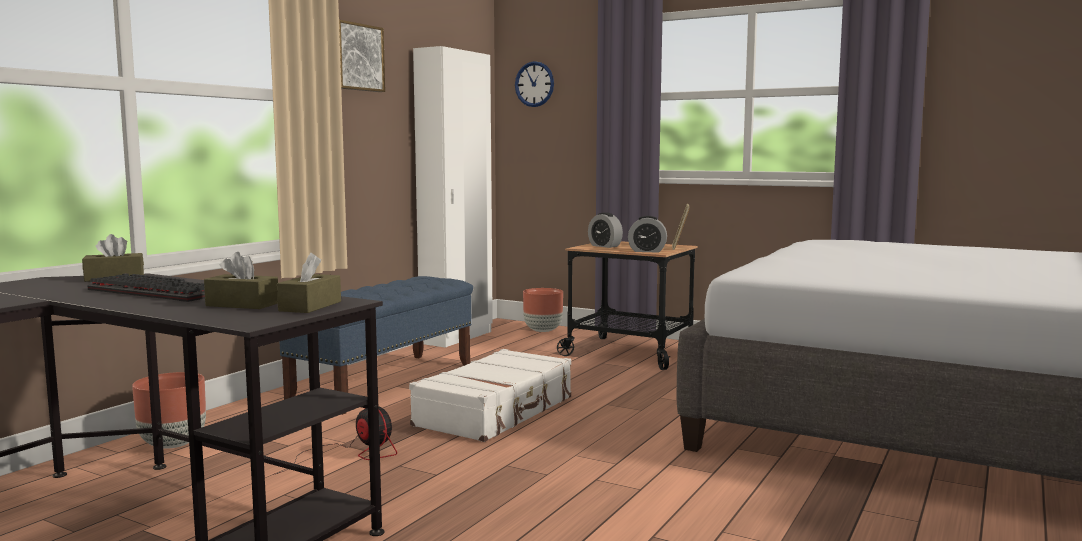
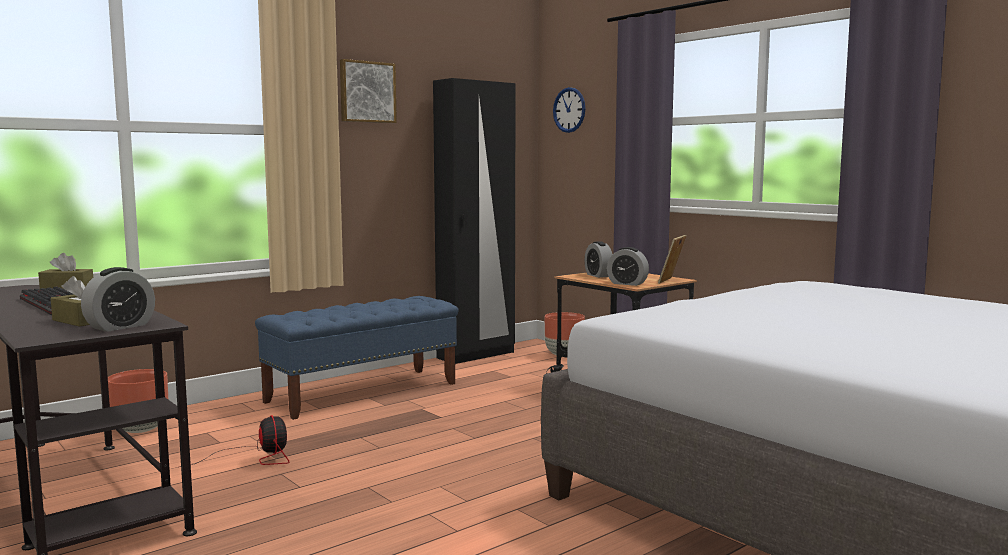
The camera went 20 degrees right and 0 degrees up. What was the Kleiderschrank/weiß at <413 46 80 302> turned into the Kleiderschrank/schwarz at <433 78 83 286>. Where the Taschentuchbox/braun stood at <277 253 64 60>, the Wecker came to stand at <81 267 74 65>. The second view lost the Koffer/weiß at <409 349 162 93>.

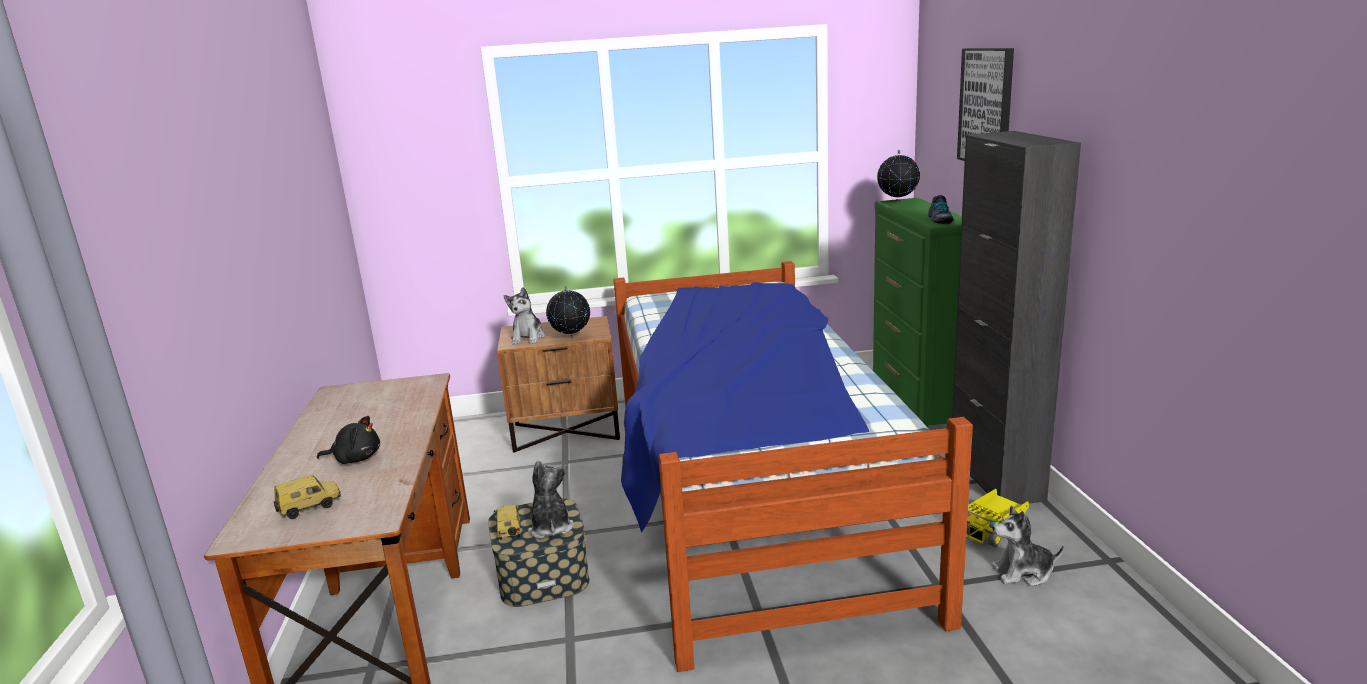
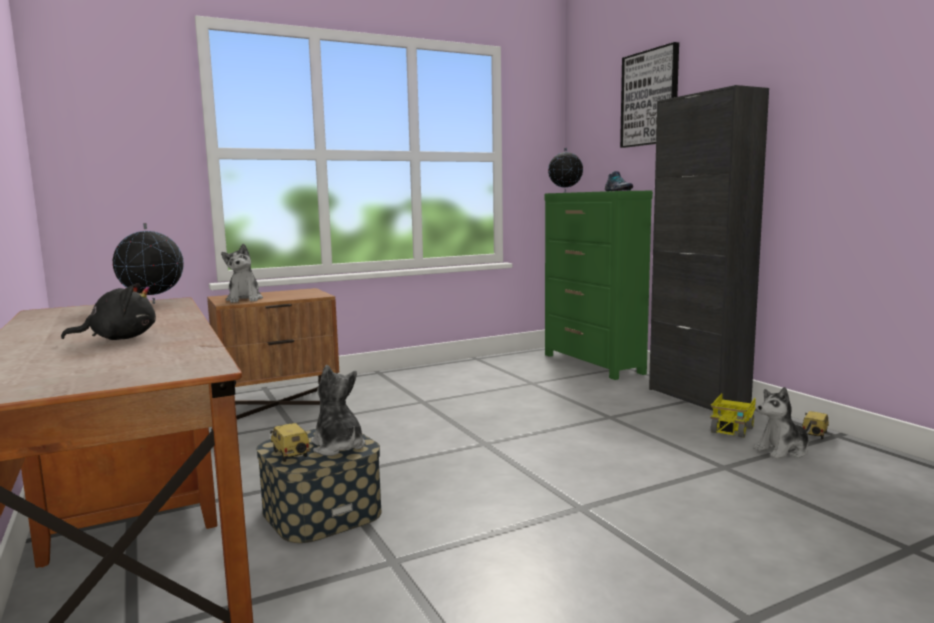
The camera went 20 degrees left and 10 degrees down. The second view lost the Bett at <613 261 360 411>. The Globus ended up elsewhere, having gone from <546 286 44 53> to <112 223 72 81>. The Spielzeugauto ended up elsewhere, having gone from <274 474 67 45> to <802 411 27 29>.

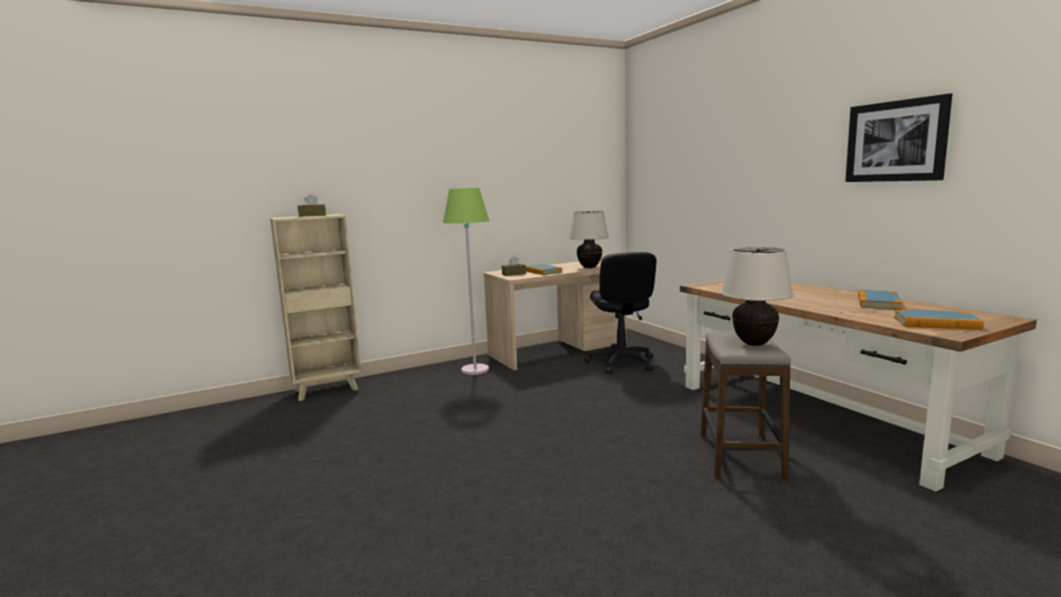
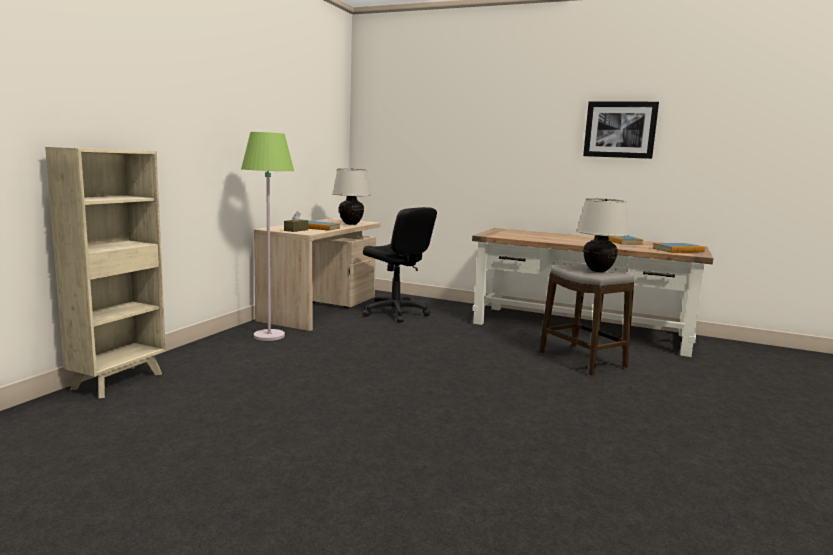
The camera went 40 degrees left and 0 degrees up. The second view lost the Taschentuchbox/braun at <298 194 28 23>.

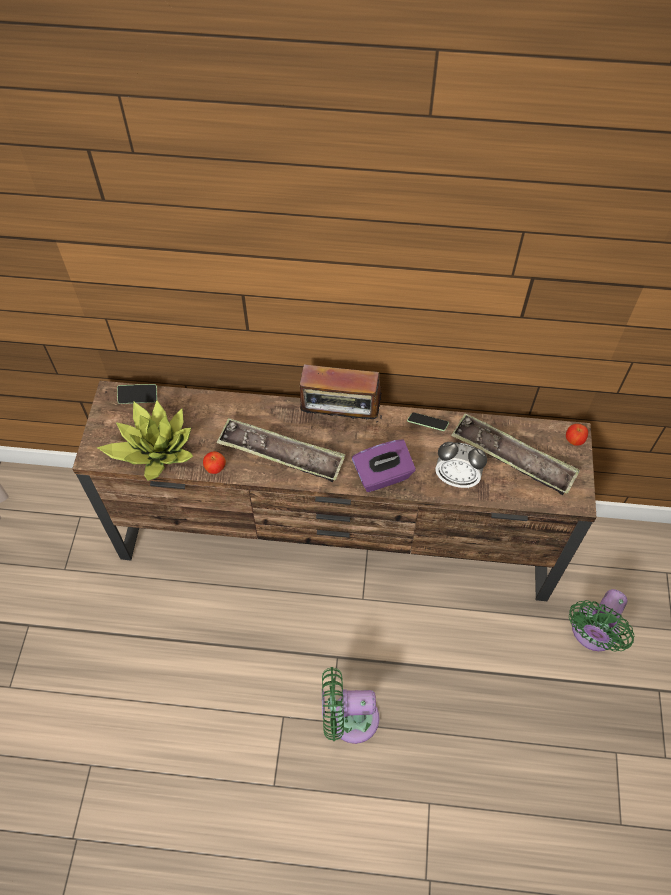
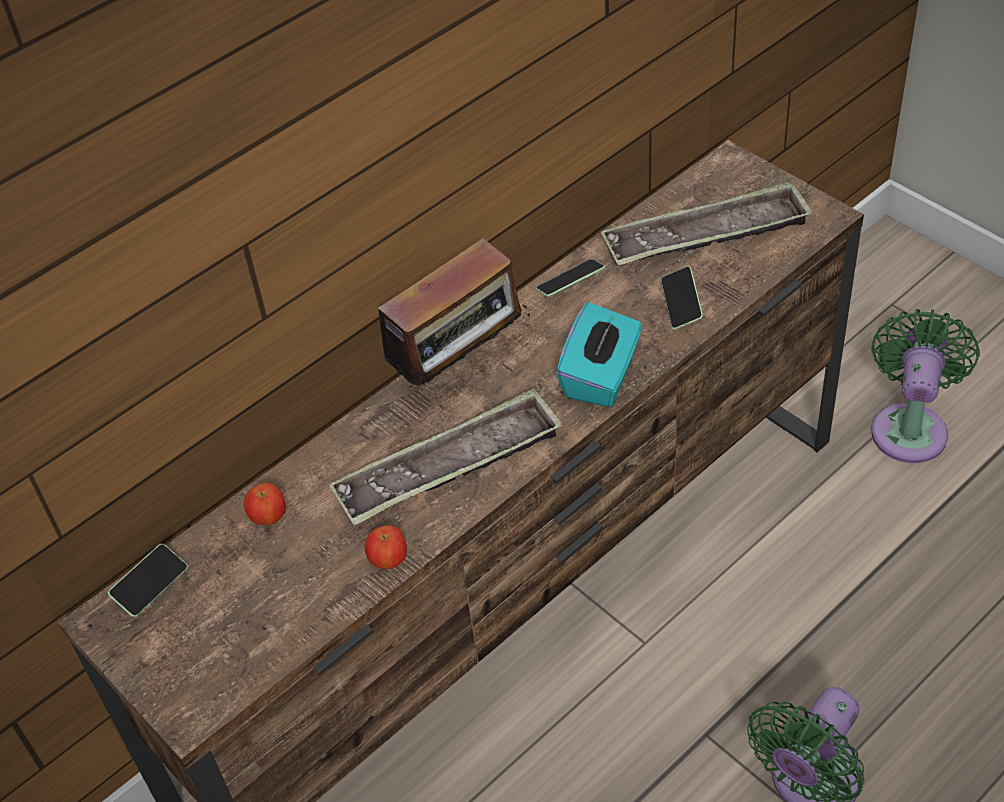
The camera went 45 degrees left and 10 degrees down. The second view lost the Topfpflanze at <96 400 97 81>. The Apfel ended up elsewhere, having gone from <566 424 22 22> to <244 483 42 42>. What was the Taschentuchbox/lila at <352 439 64 53> turned into the Taschentuchbox/türkis at <556 302 86 105>. Where the Wecker stood at <436 442 51 46>, the Handy came to stand at <661 266 42 64>. The Ventilator/grün at <569 589 65 62> ended up facing another way, 150 degrees counterclockwise from before.

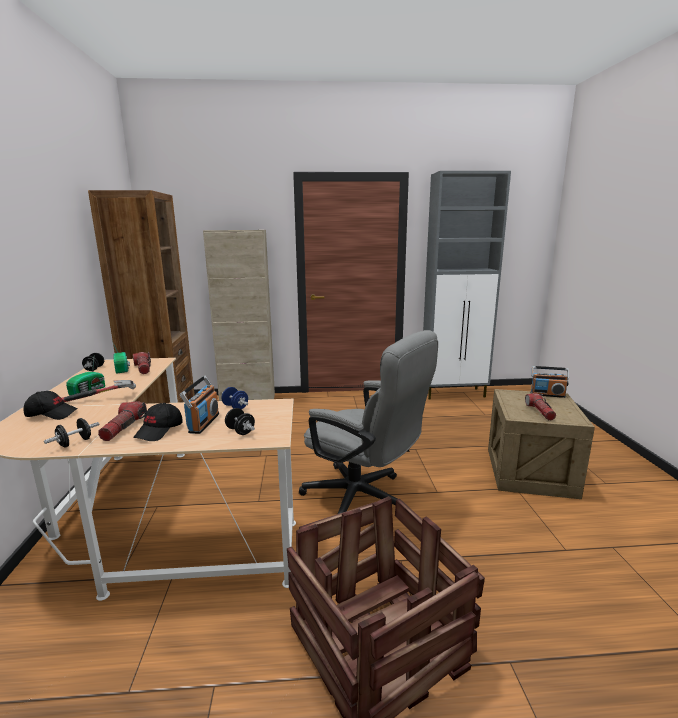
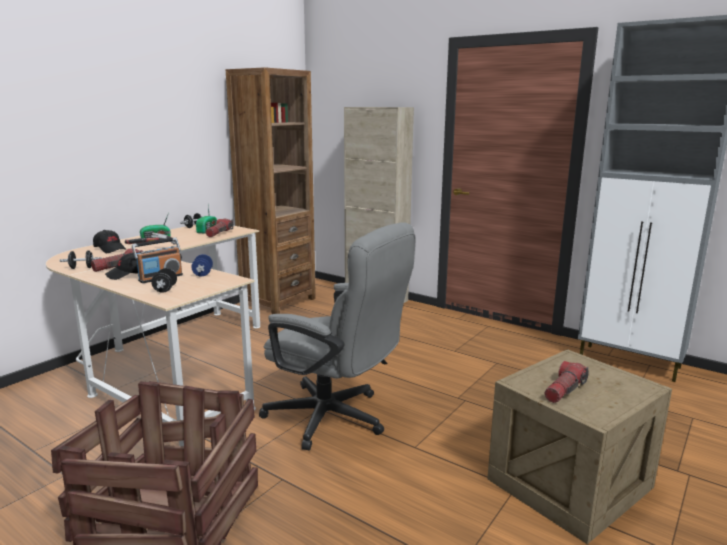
The camera went 40 degrees right and 0 degrees up. The Bürostuhl/grau at <299 330 139 184> ended up facing another way, 45 degrees counterclockwise from before. The second view lost the Radio at <530 366 39 32>.

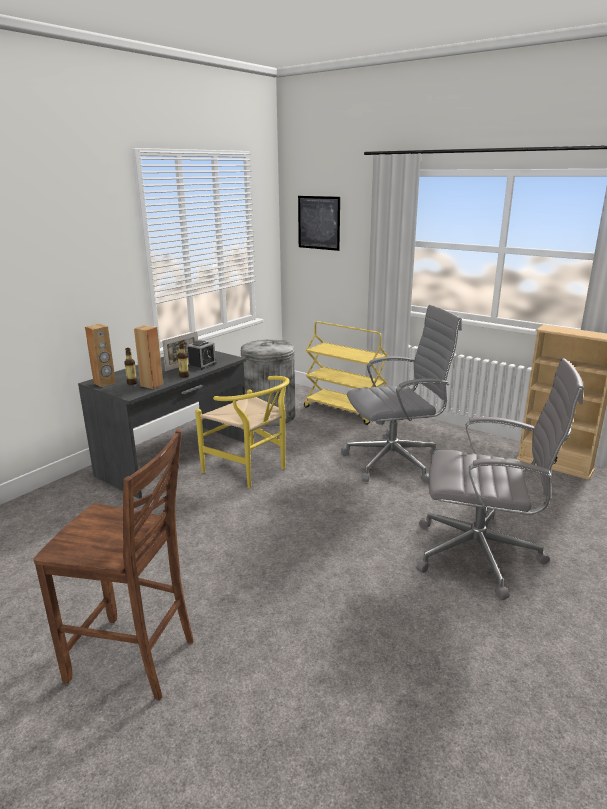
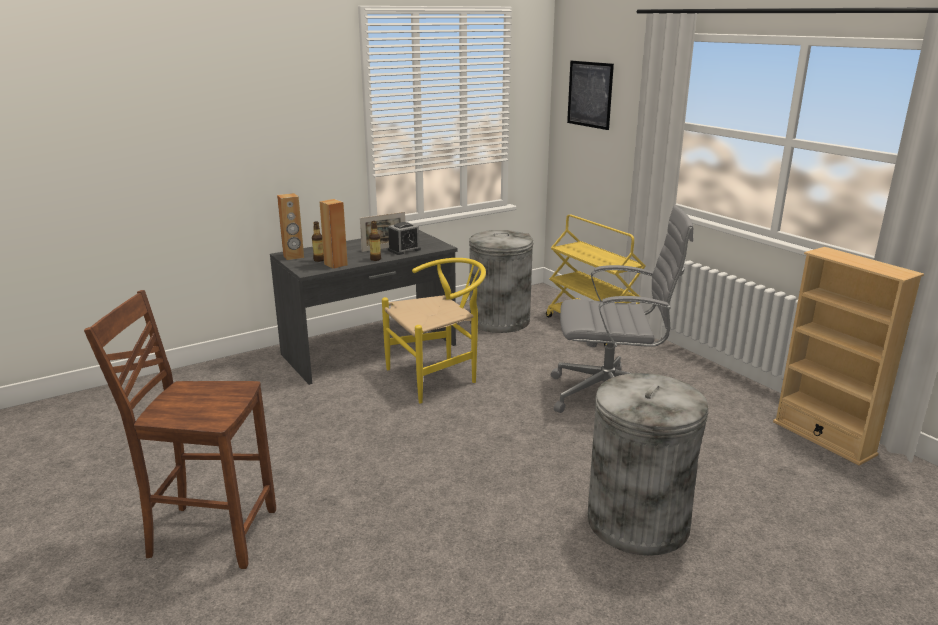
The camera went 20 degrees right and 0 degrees up. Where the Bürostuhl/grau stood at <416 358 168 242>, the Mülleimer/grau came to stand at <588 373 120 183>. The Stuhl/gelb at <195 376 95 112> ended up facing another way, 90 degrees counterclockwise from before. The Stuhl/braun at <33 429 161 272> ended up facing another way, 150 degrees clockwise from before.

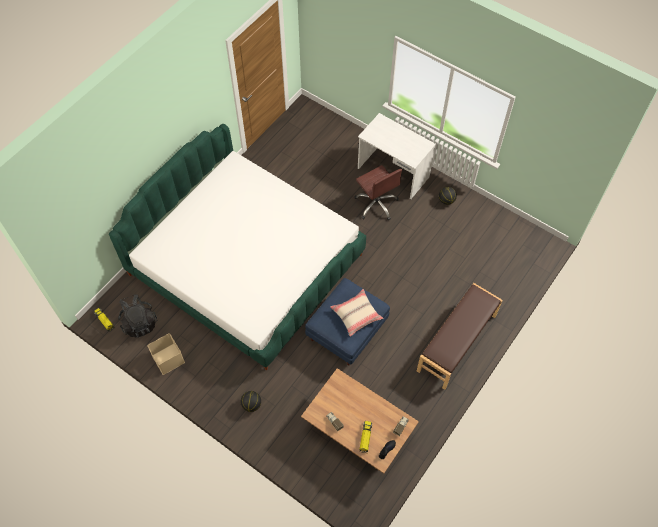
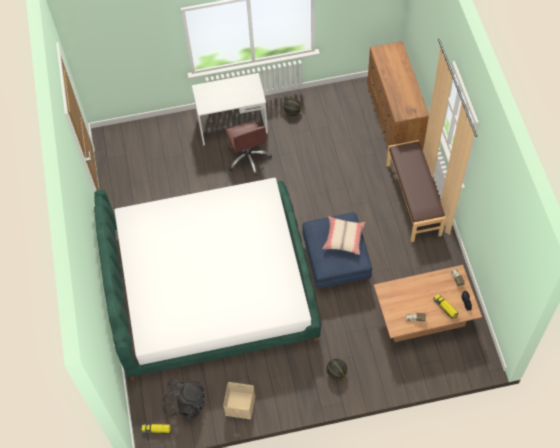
The camera went 45 degrees left and 0 degrees up. The Bürostuhl/braun at <354 165 48 55> ended up facing another way, 60 degrees clockwise from before. The second view gained the Kommode/braun at <367 41 62 109>.

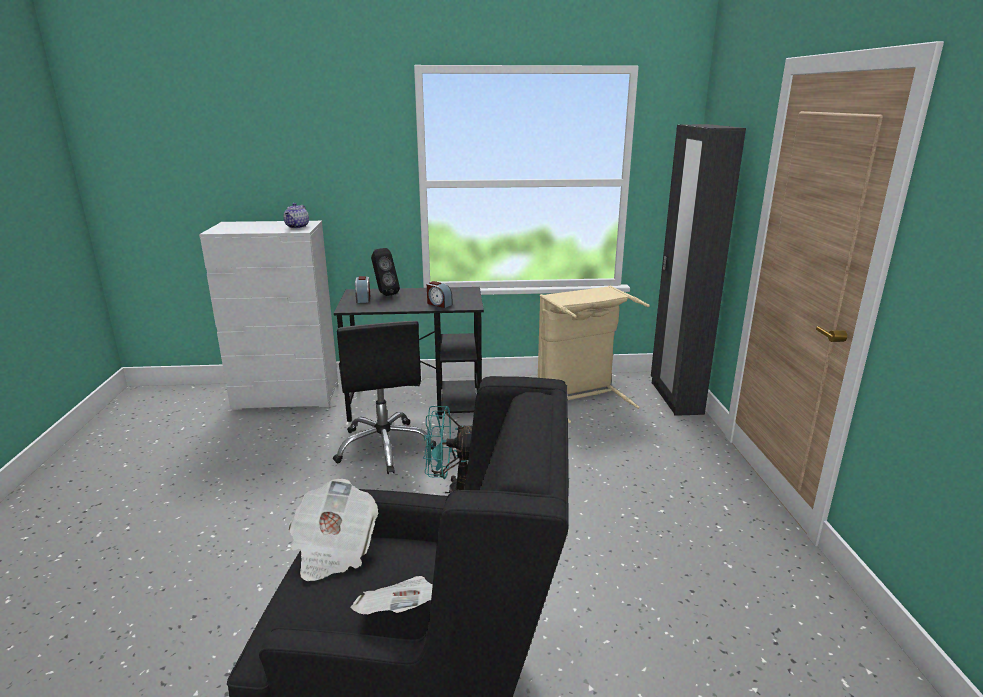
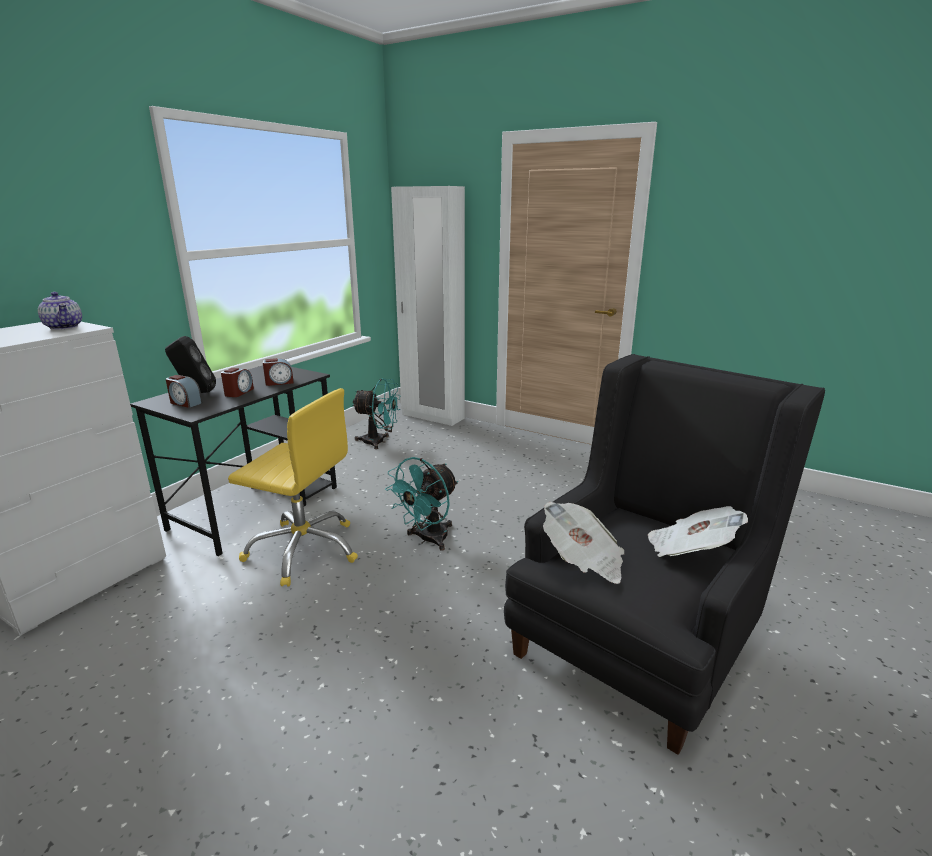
The camera went 55 degrees left and 0 degrees up. What was the Kleiderschrank/schwarz at <651 124 95 292> turned into the Kleiderschrank/weiß at <391 186 74 240>. Where the Wäschekorb/beige stood at <538 285 112 138>, the Ventilator/türkis came to stand at <352 378 49 71>. What was the Bürostuhl/schwarz at <333 321 103 153> turned into the Bürostuhl/gelb at <228 388 130 198>. The second view gained the Wecker at <221 368 33 29>.

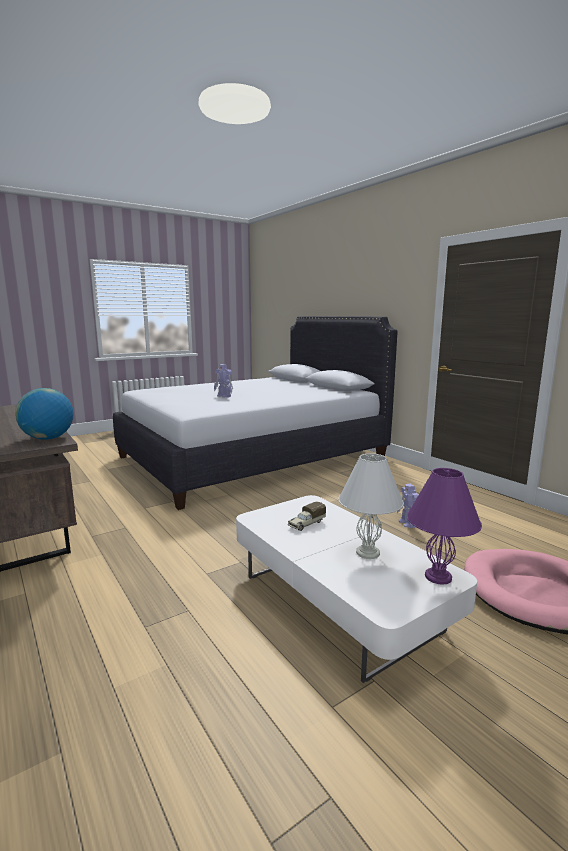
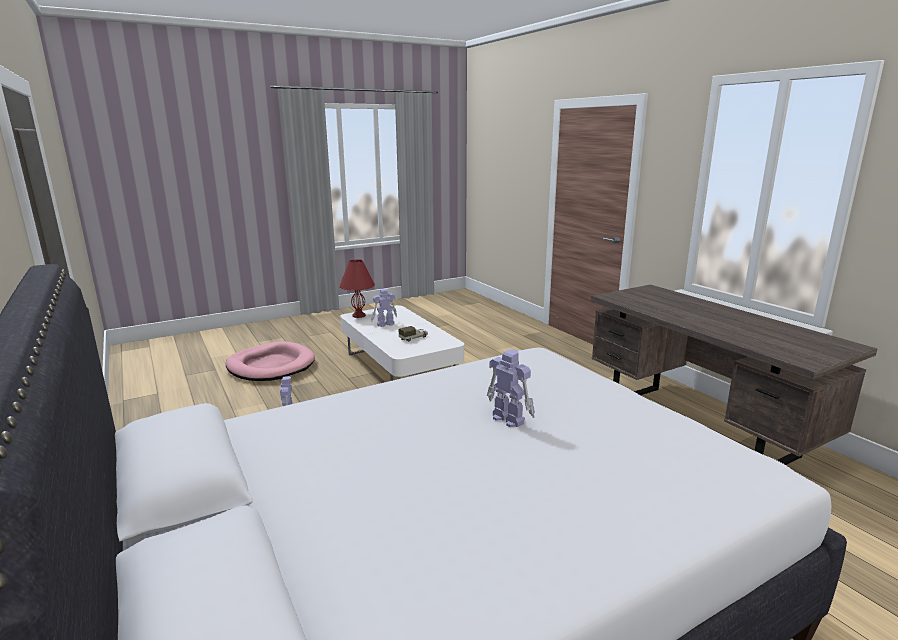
The camera went 175 degrees left and 5 degrees up. The second view lost the Globus at <15 388 59 52>. Where the Tischlampe/weiß stood at <339 453 65 106>, the Spielzeugroboter came to stand at <371 289 26 38>. What was the Tischlampe/lila at <407 468 75 117> turned into the Tischlampe/rot at <339 259 36 59>.

